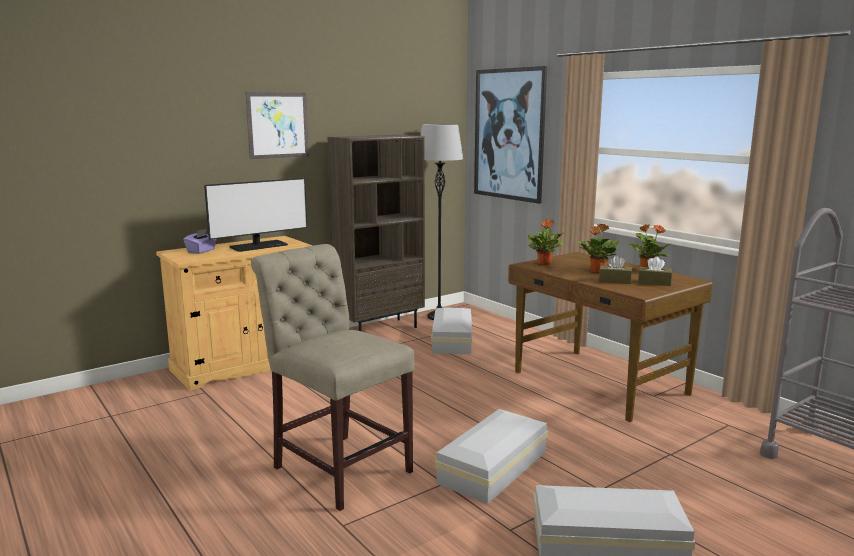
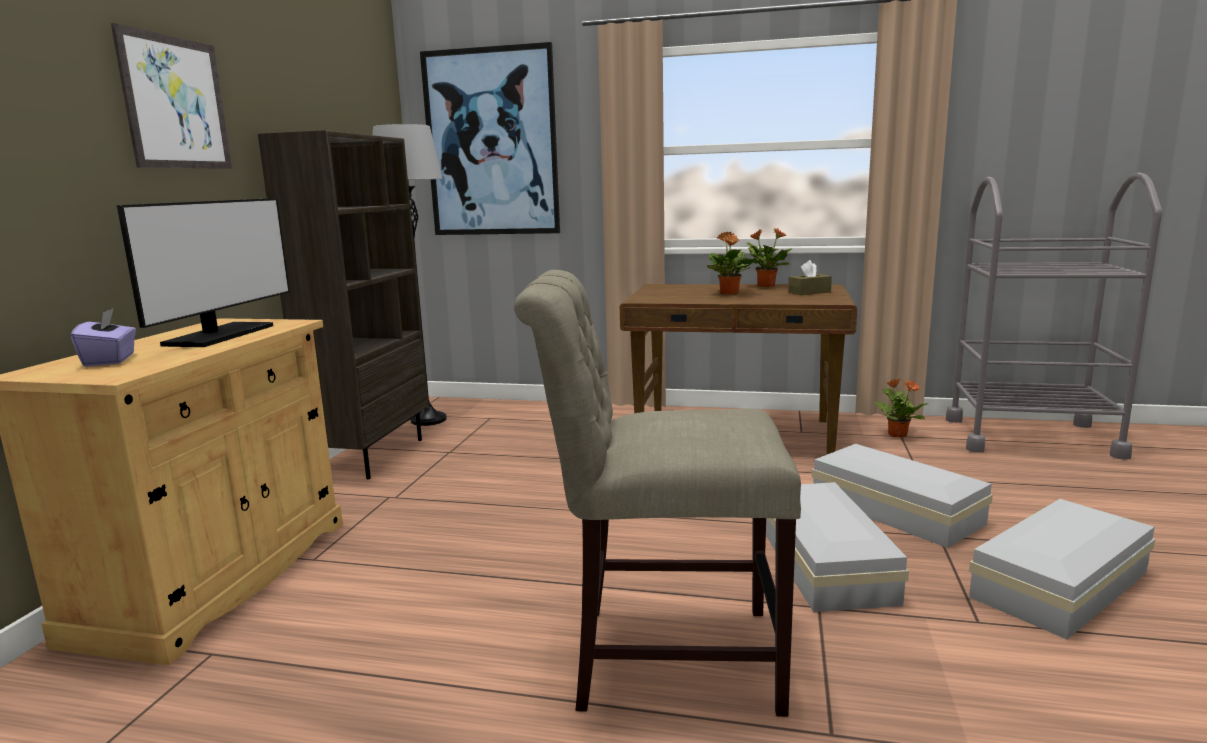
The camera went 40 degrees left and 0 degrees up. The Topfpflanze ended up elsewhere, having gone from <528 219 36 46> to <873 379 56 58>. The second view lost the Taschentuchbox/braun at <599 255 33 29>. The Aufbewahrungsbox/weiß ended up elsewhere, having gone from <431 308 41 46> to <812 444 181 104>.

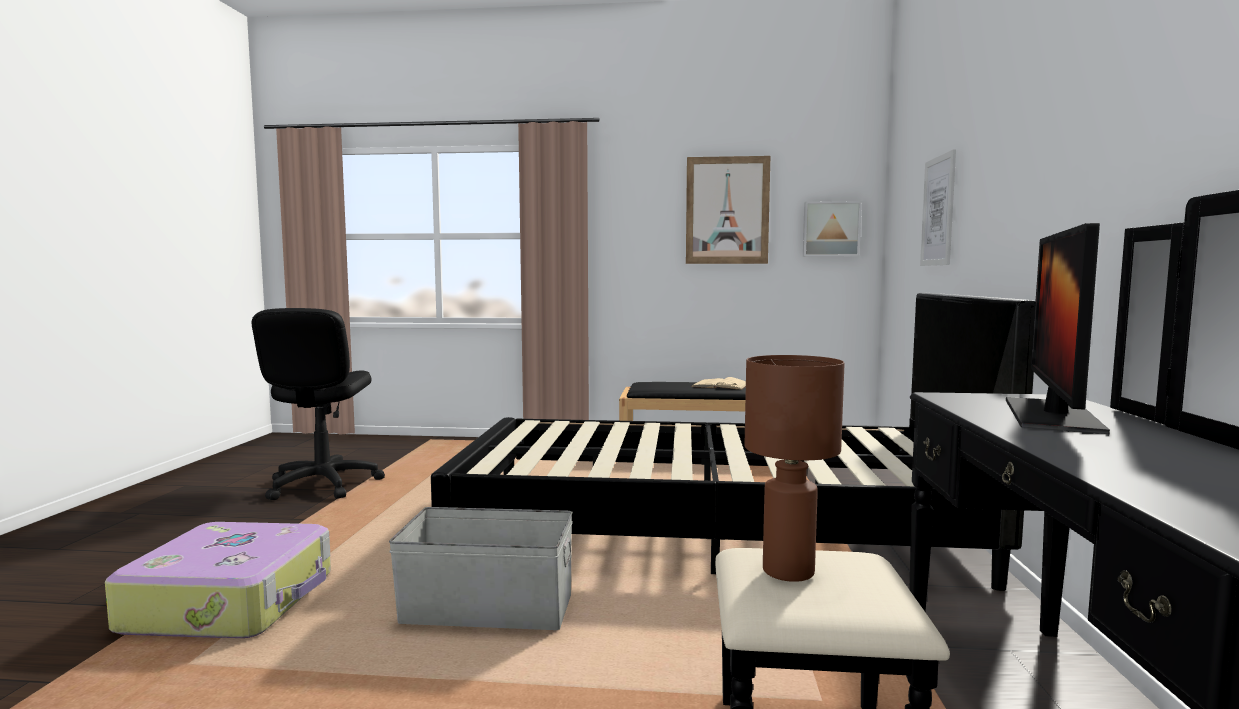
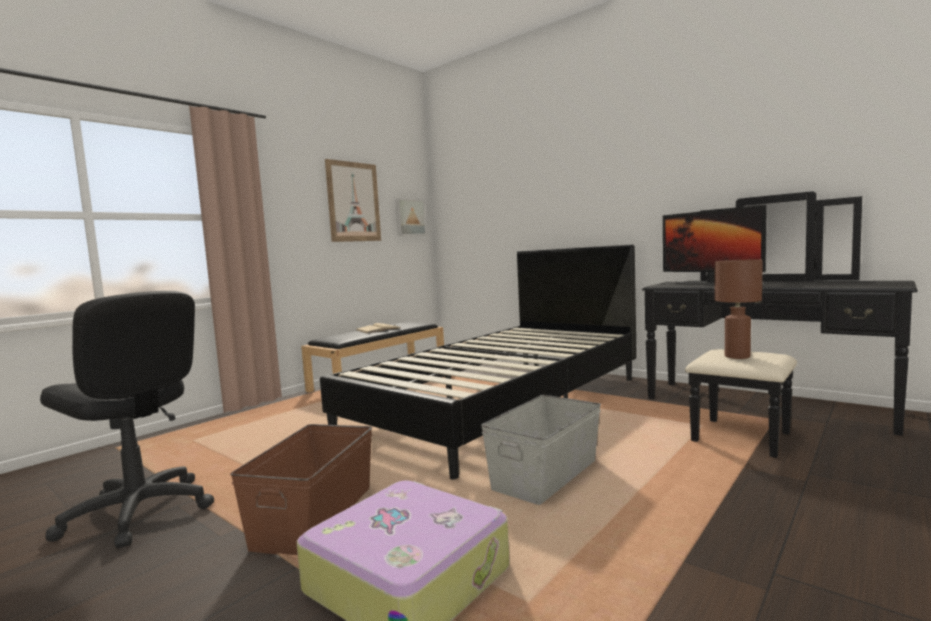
The camera went 55 degrees left and 0 degrees up. The second view lost the Bild at <920 149 36 117>. The second view gained the Aufbewahrungsbox/braun at <230 424 142 131>.

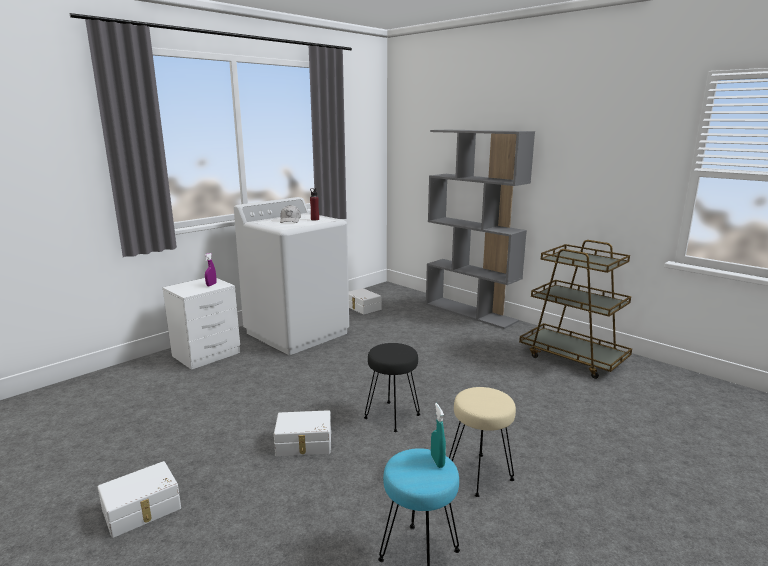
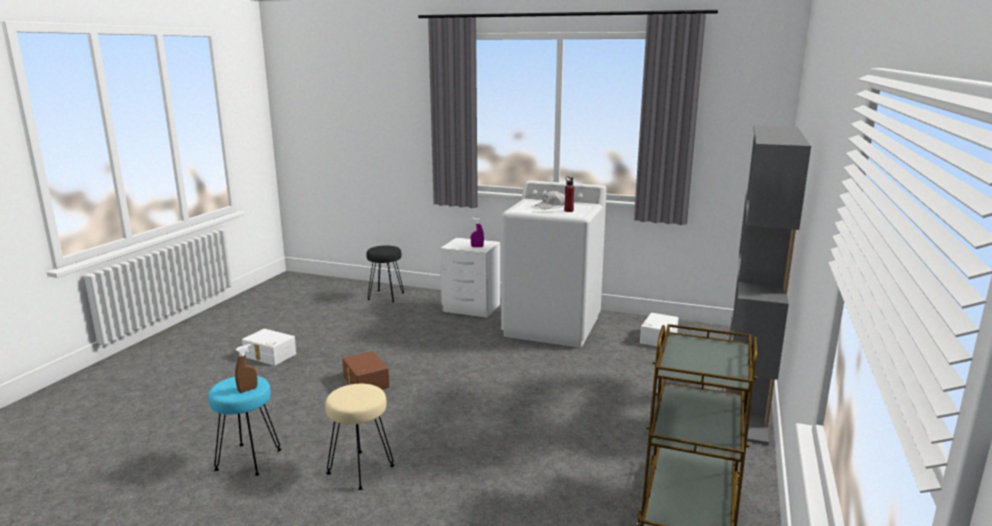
The camera went 65 degrees right and 0 degrees up. The Hocker/schwarz ended up elsewhere, having gone from <364 343 56 89> to <366 246 38 56>. What was the Sprühflasche/türkis at <431 403 15 65> turned into the Sprühflasche/braun at <235 344 23 49>. What was the Aufbewahrungsbox/weiß at <274 410 57 46> turned into the Aufbewahrungsbox/braun at <342 351 48 39>.

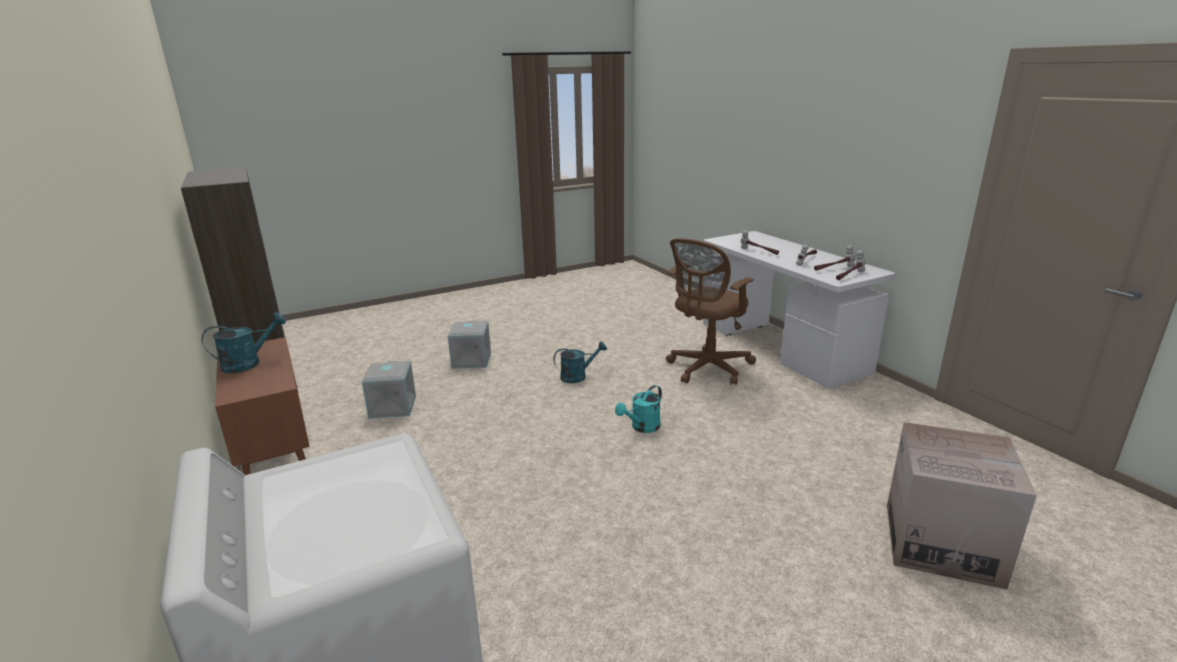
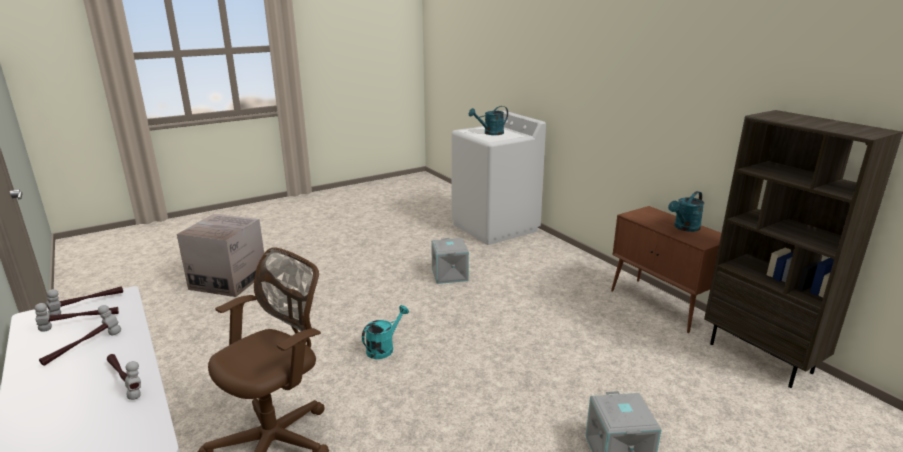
The camera went 175 degrees right and 0 degrees up. The Gießkanne/türkis ended up elsewhere, having gone from <554 342 53 41> to <469 106 39 29>. The Aufbewahrungsbox/grau ended up elsewhere, having gone from <362 361 54 58> to <431 238 38 46>.

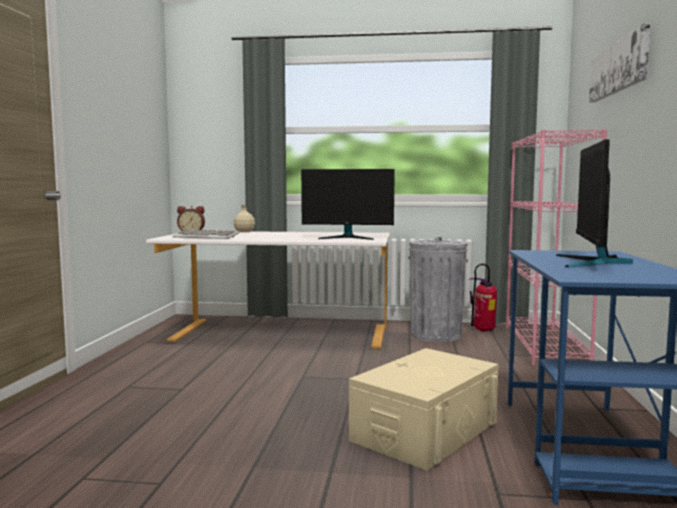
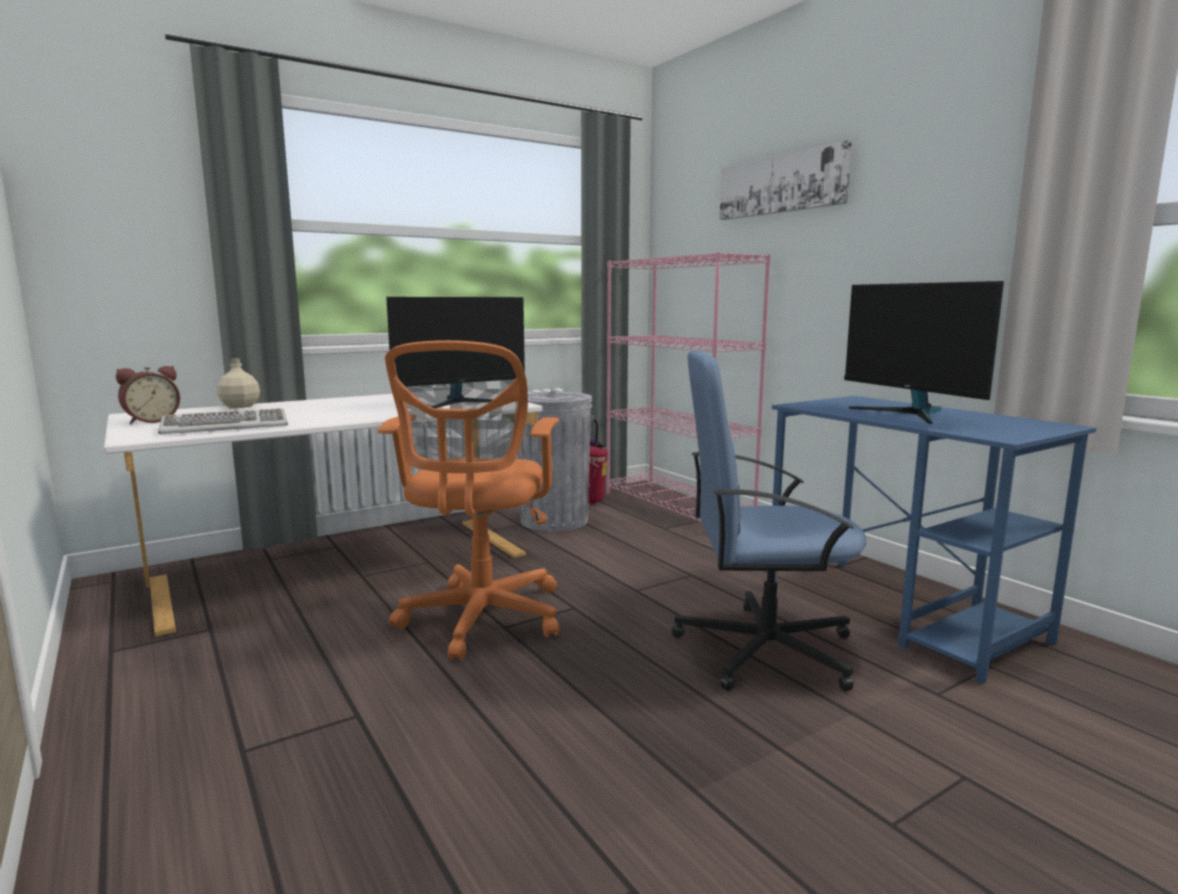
The camera went 40 degrees left and 5 degrees up. Where the Aufbewahrungsbox/beige stood at <349 348 150 123>, the Bürostuhl/blau came to stand at <672 350 194 341>. The second view gained the Bürostuhl/orange at <377 340 182 320>.

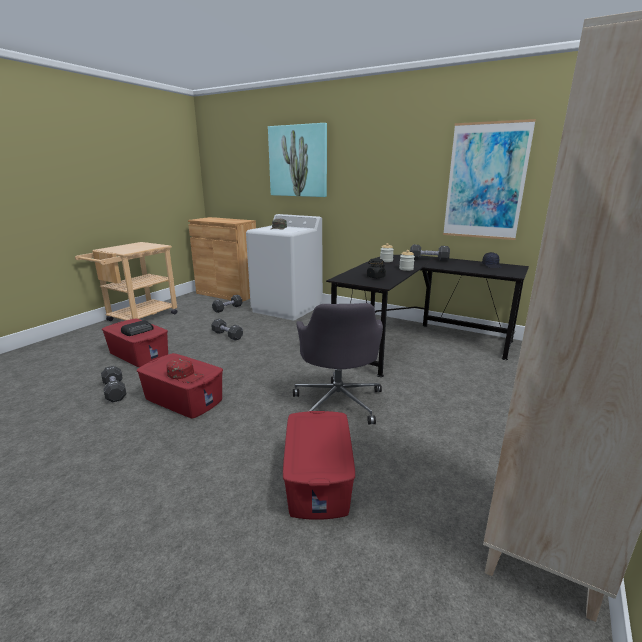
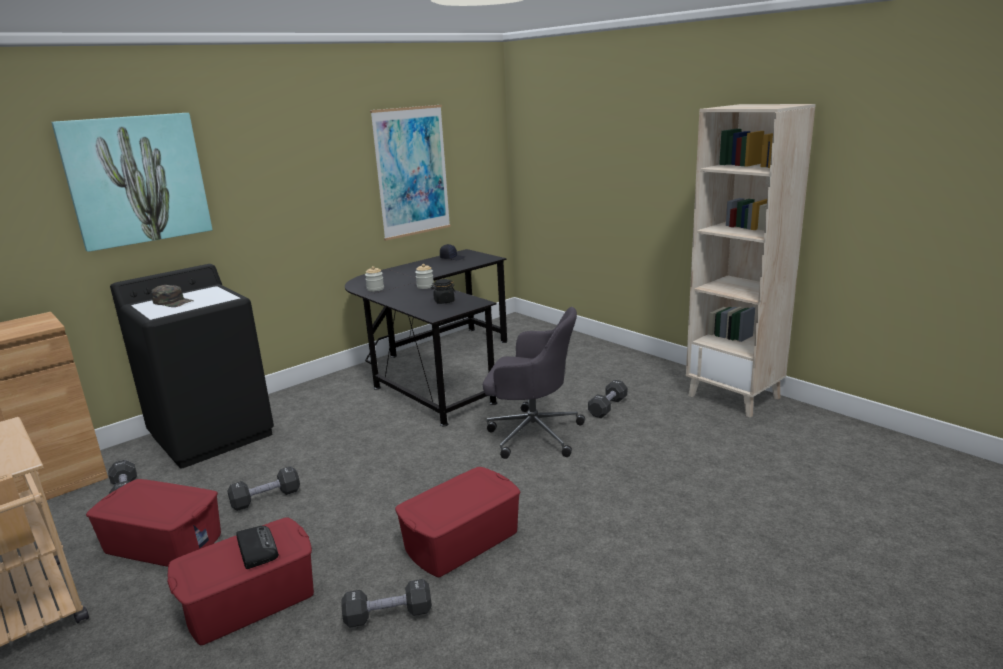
The camera went 70 degrees left and 0 degrees up. What was the Waschmaschine/weiß at <246 214 77 107> turned into the Waschmaschine/schwarz at <110 264 164 205>. The Hantel/schwarz ended up elsewhere, having gone from <410 245 40 16> to <588 380 39 38>. The second view lost the Kappe/rot at <166 358 38 25>. The Aufbewahrungsbox/rot ended up elsewhere, having gone from <283 411 72 109> to <86 479 135 88>.

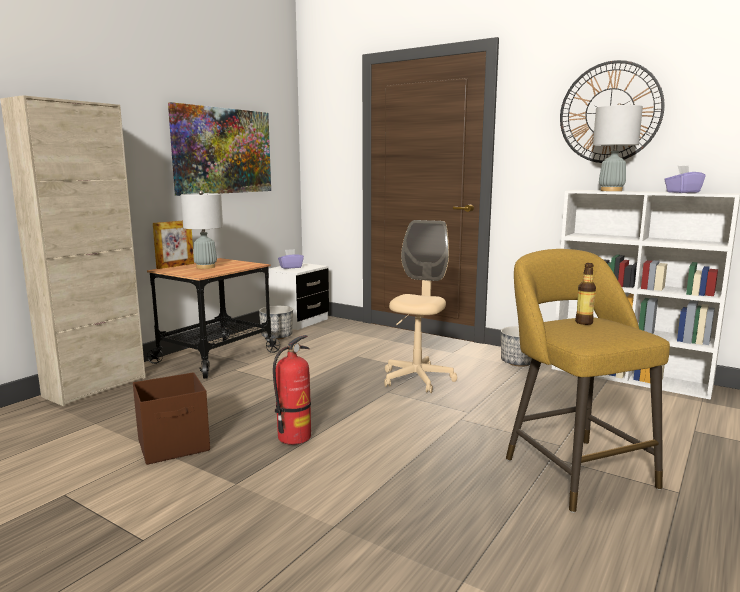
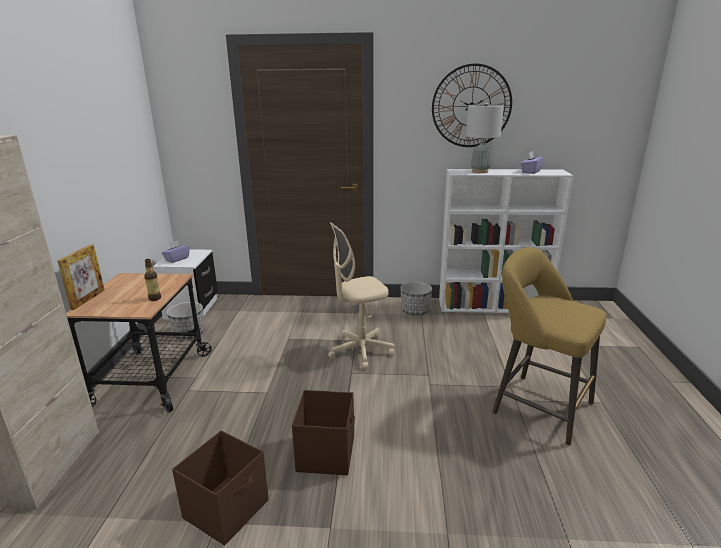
The camera went 30 degrees left and 10 degrees up. The second view lost the Bild at <168 102 103 94>. The second view lost the Tischlampe/grau at <181 191 42 78>. The Bürostuhl/beige at <384 220 73 173> ended up facing another way, 105 degrees counterclockwise from before. The Flasche ended up elsewhere, having gone from <575 263 21 62> to <144 259 17 42>. Where the Feuerlöscher stood at <273 335 38 110>, the Aufbewahrungsbox/braun came to stand at <292 390 63 85>.

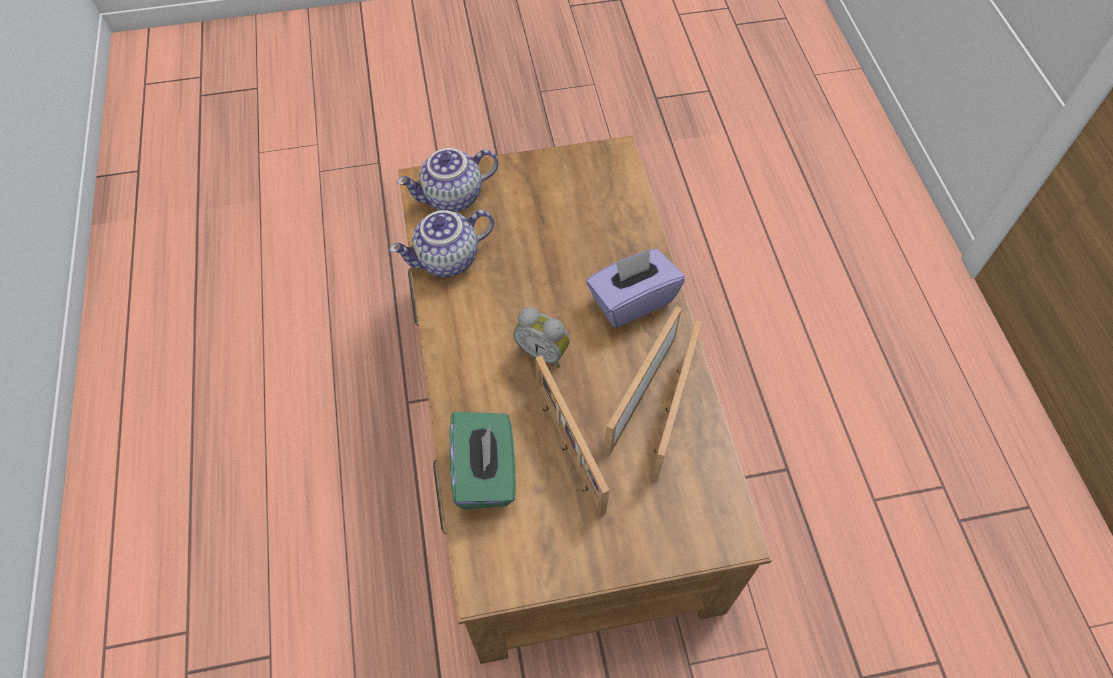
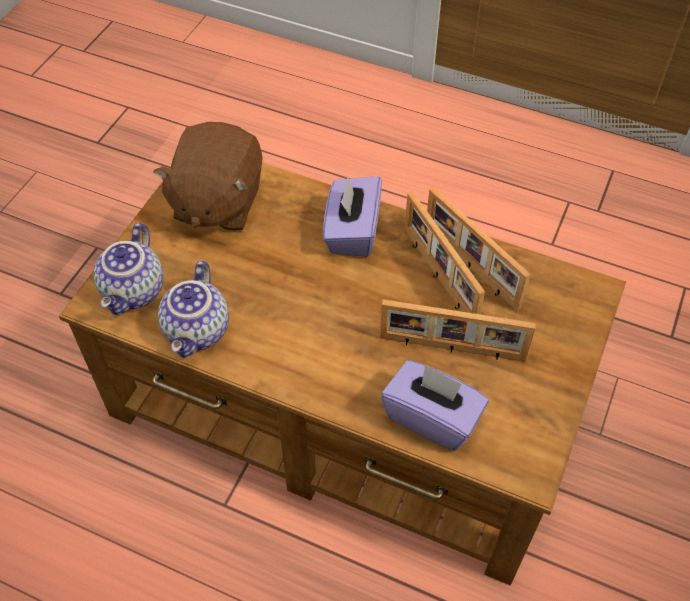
The camera went 55 degrees left and 5 degrees down. The second view lost the Wecker at <513 307 57 61>. What was the Taschentuchbox/grün at <450 412 66 98> turned into the Taschentuchbox/lila at <381 360 108 91>. The second view gained the Plüschtier/braun at <154 122 109 109>.

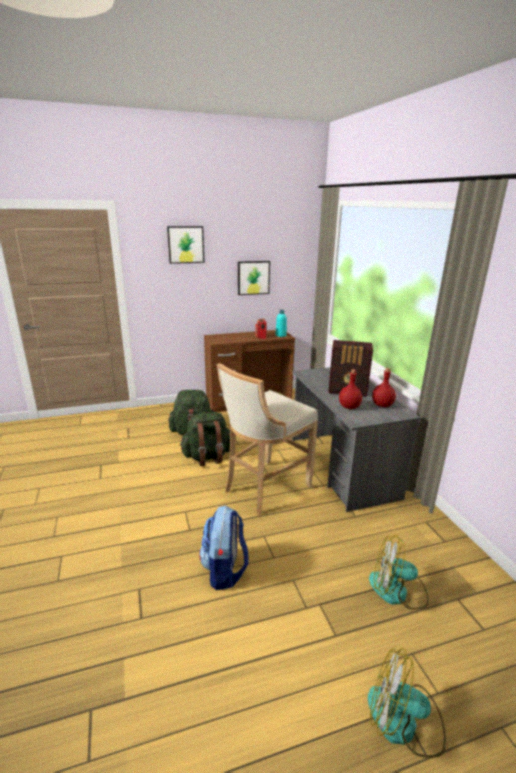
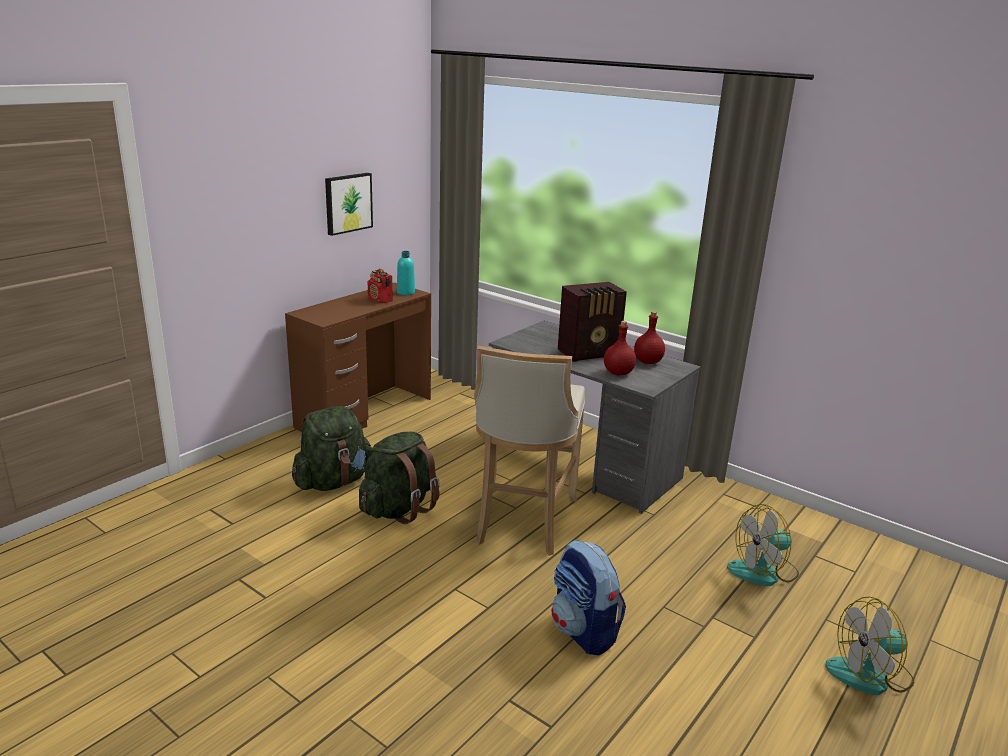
The camera went 35 degrees left and 0 degrees up. The second view lost the Bild at <167 226 37 38>.

